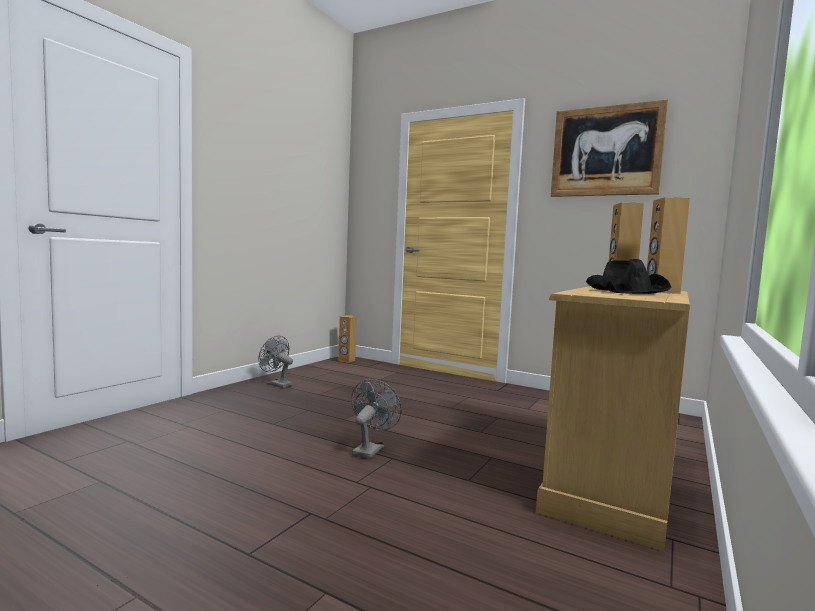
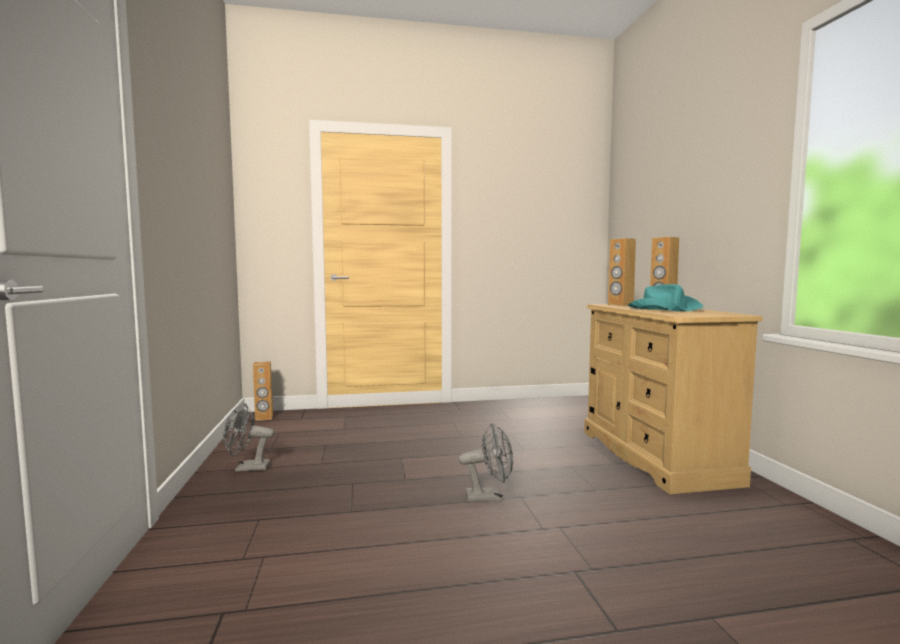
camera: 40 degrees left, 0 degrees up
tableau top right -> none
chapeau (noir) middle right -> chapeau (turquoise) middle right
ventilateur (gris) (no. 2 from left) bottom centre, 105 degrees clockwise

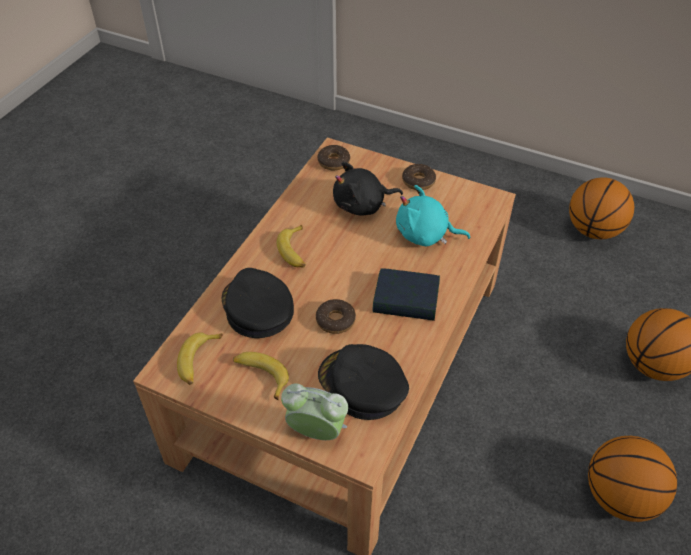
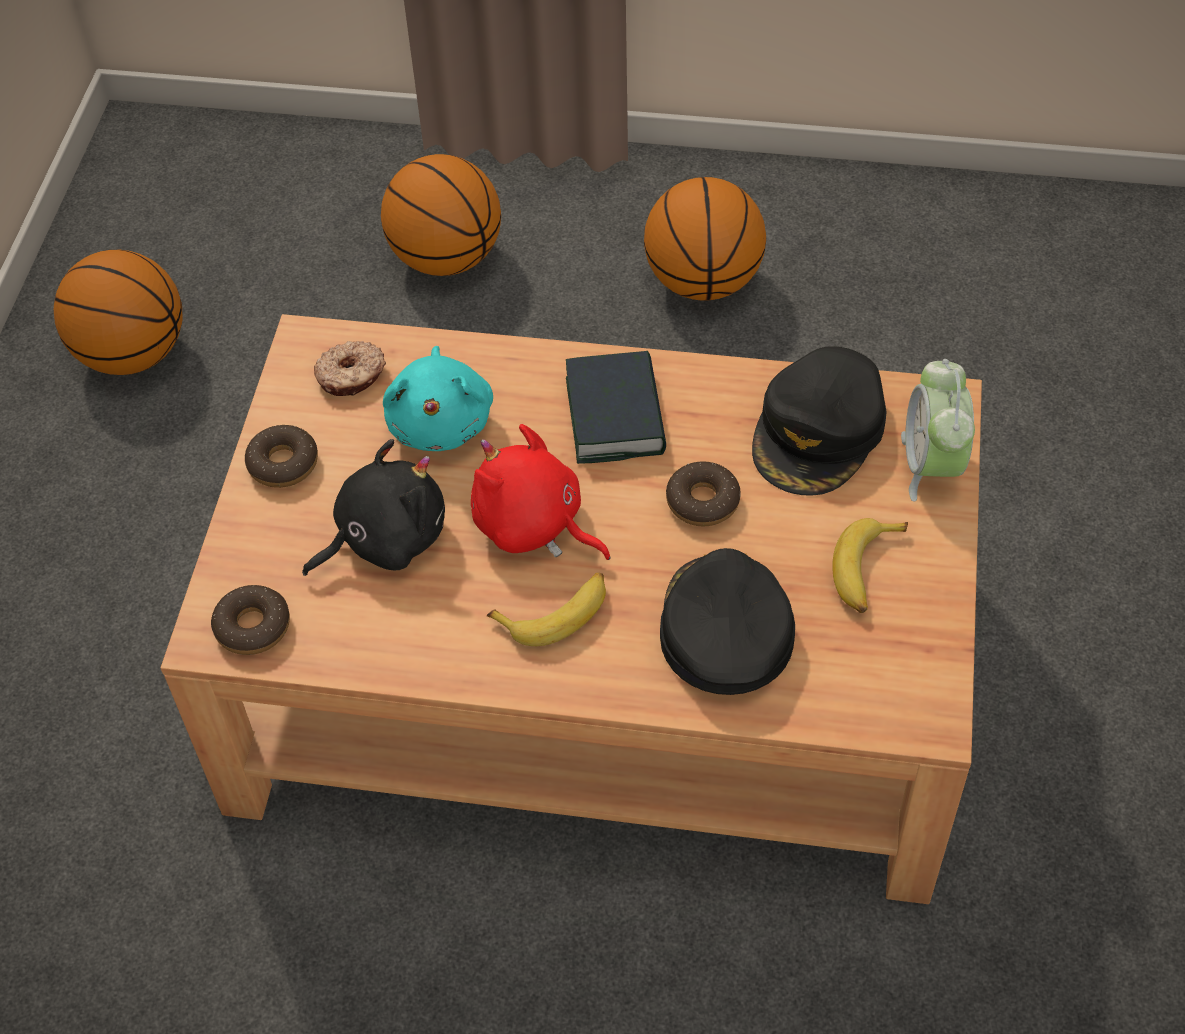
camera: 105 degrees left, 5 degrees up
banane (no. 1 from left) middle left -> none
none -> beignet (no. 3 from left) middle left
none -> peluche (rouge) centre
casquette (noir) (no. 1 from left) centre, 135 degrees clockwise
peluche (noir) centre -> peluche (noir) middle left, 90 degrees counterclockwise

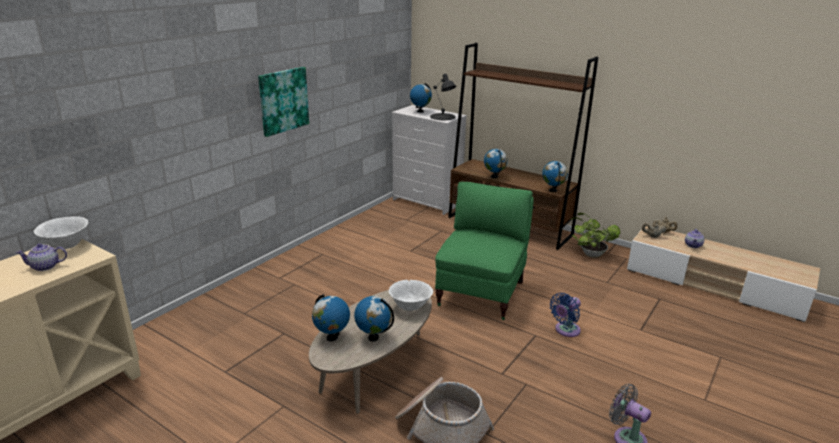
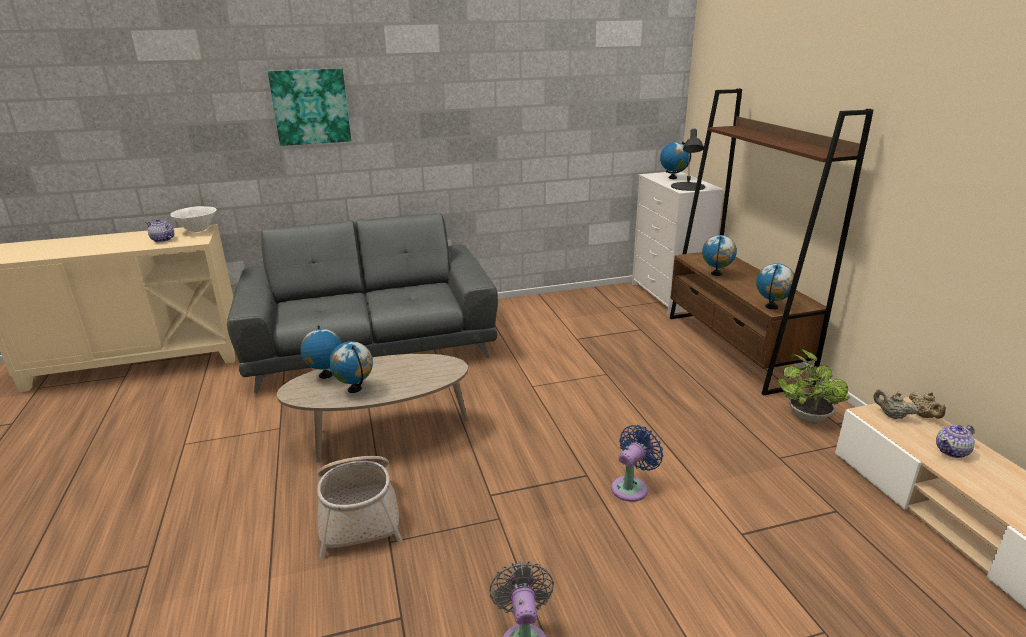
camera: 40 degrees right, 0 degrees up
bol (blanc) (no. 2 from left) centre -> none
fauteuil (vert) centre -> none
none -> canapé (gris) centre
tableau top centre -> tableau top left, relocated
ventilateur (bleu) bottom right -> ventilateur (bleu) bottom centre, 135 degrees clockwise

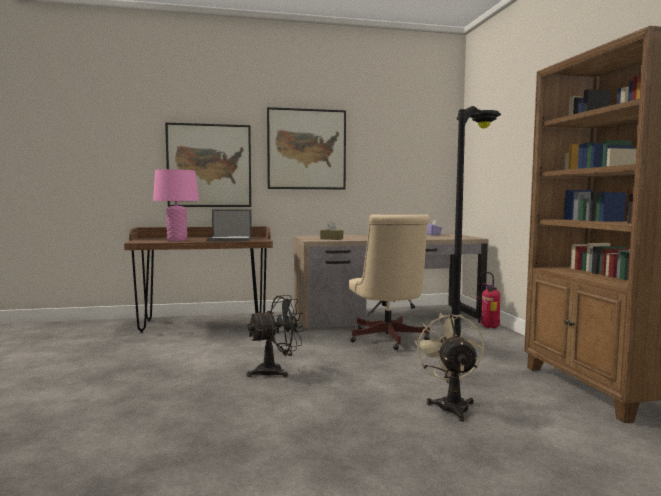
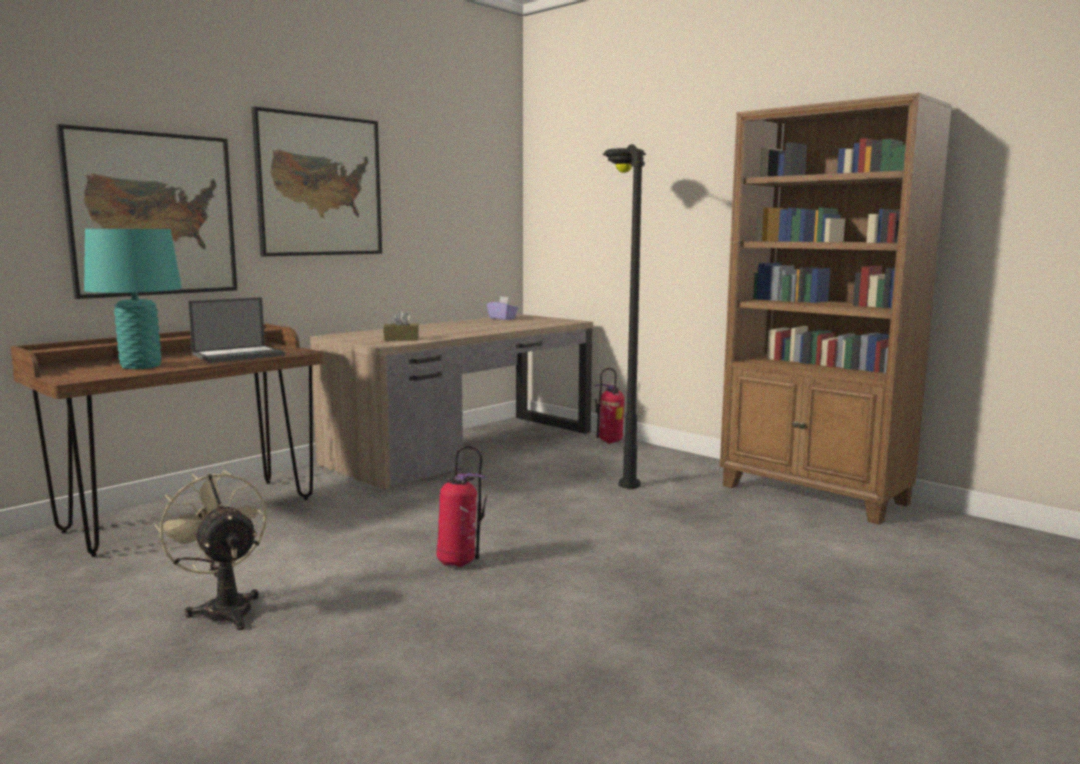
camera: 35 degrees left, 5 degrees up
chaise de bureau (beige) centre -> none
ventilateur (beige) bottom right -> ventilateur (beige) bottom left, relocated
ventilateur (noir) bottom centre -> extincteur (no. 1 from left) centre
lampe de table (rose) middle left -> lampe de table (turquoise) middle left

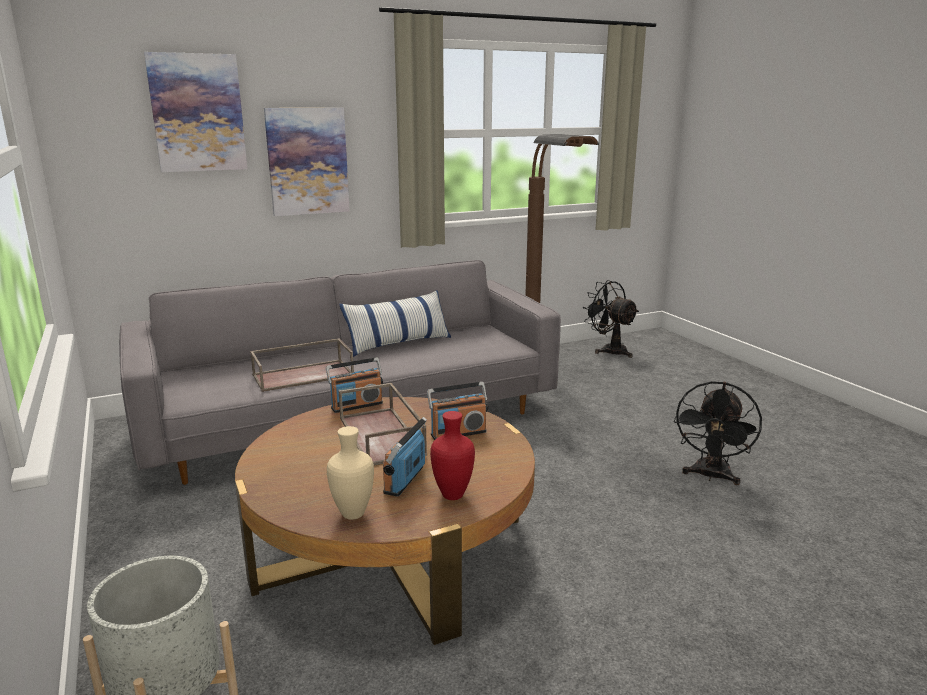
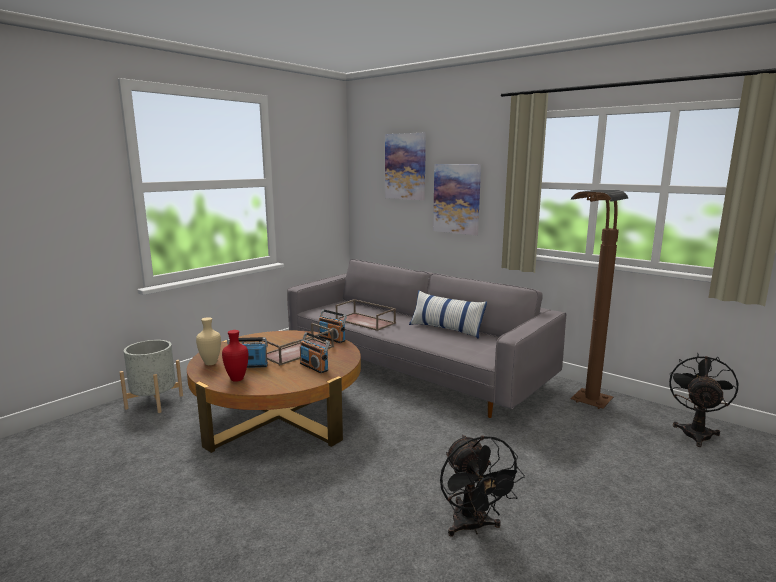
camera: 65 degrees right, 5 degrees down
ventilateur (noir) (no. 2 from left in the first image) middle right -> ventilateur (noir) (no. 1 from left) bottom centre, 105 degrees counterclockwise

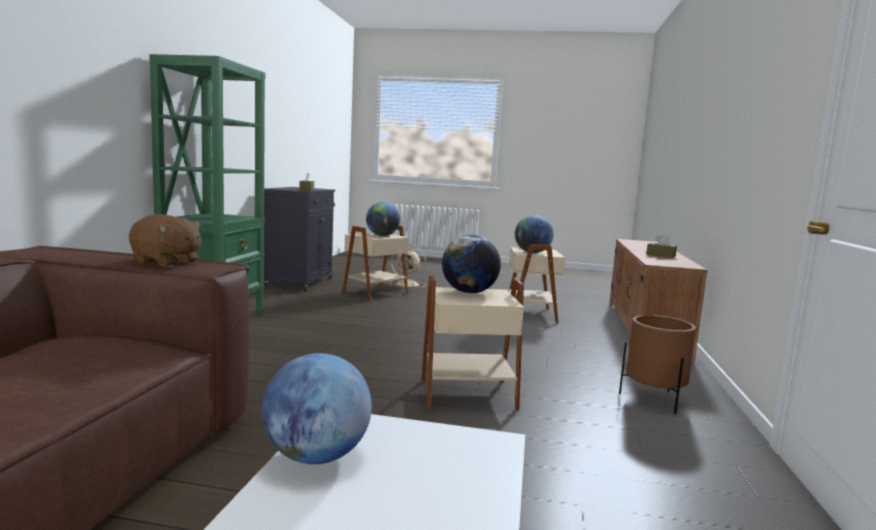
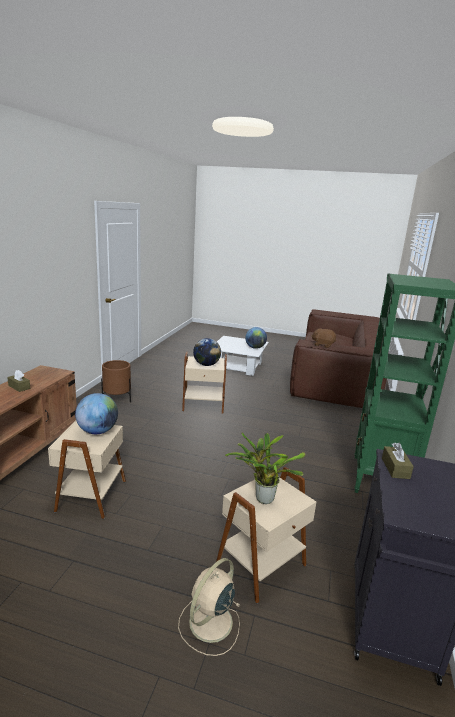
camera: 175 degrees left, 10 degrees up
globe (no. 2 from left) centre -> plante en pot centre
ventilateur (beige) centre -> ventilateur (beige) bottom centre, 75 degrees counterclockwise

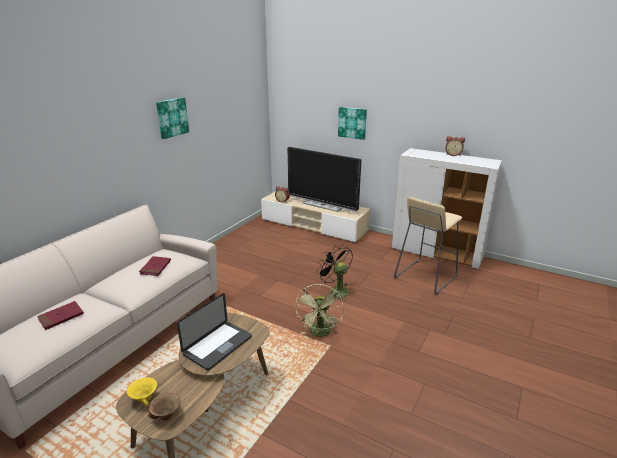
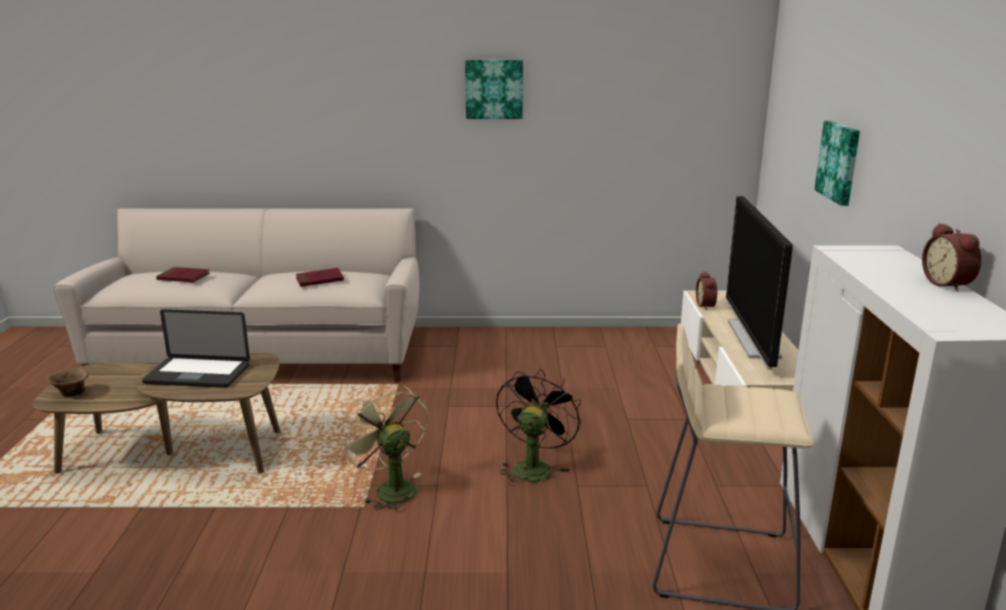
camera: 60 degrees right, 5 degrees down
bol (jaune) bottom left -> none
ventilateur (vert) bottom centre, 75 degrees clockwise

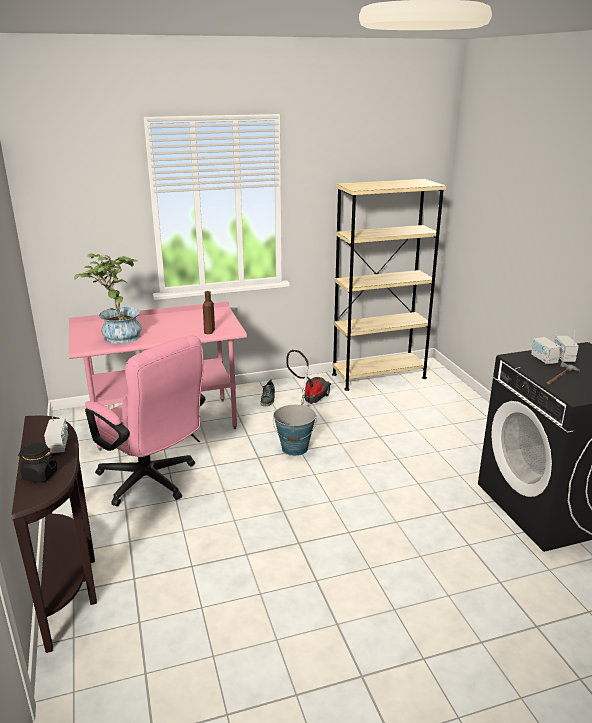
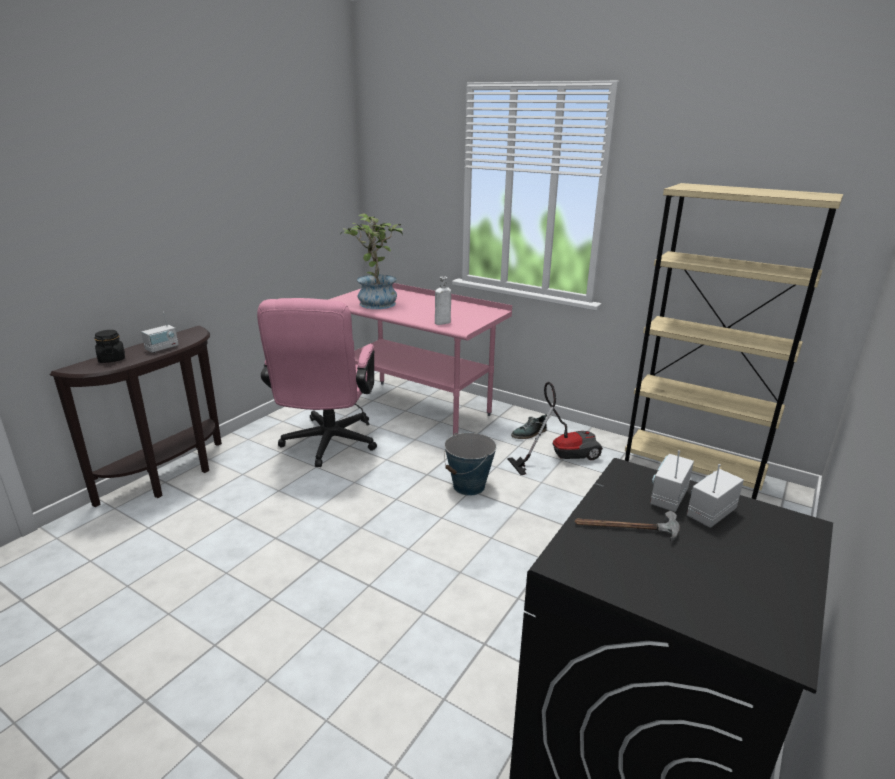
camera: 50 degrees right, 0 degrees up
bouteille (marron) centre -> bouteille (blanc) centre

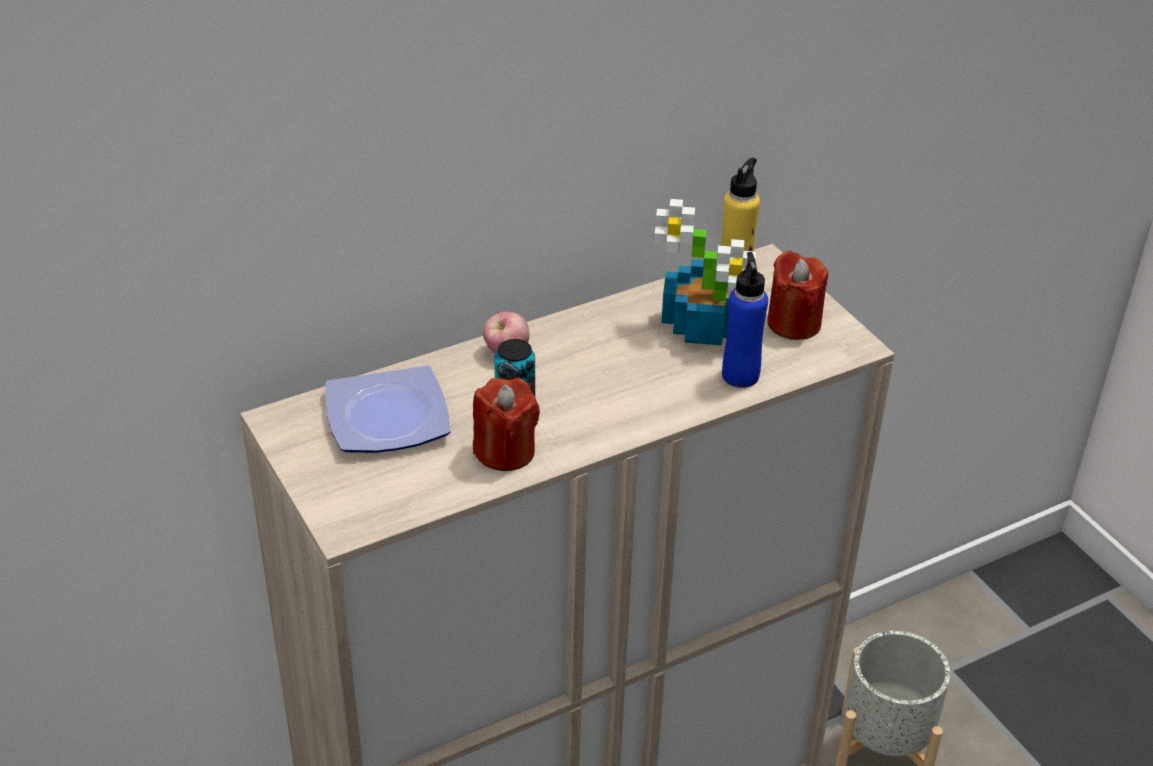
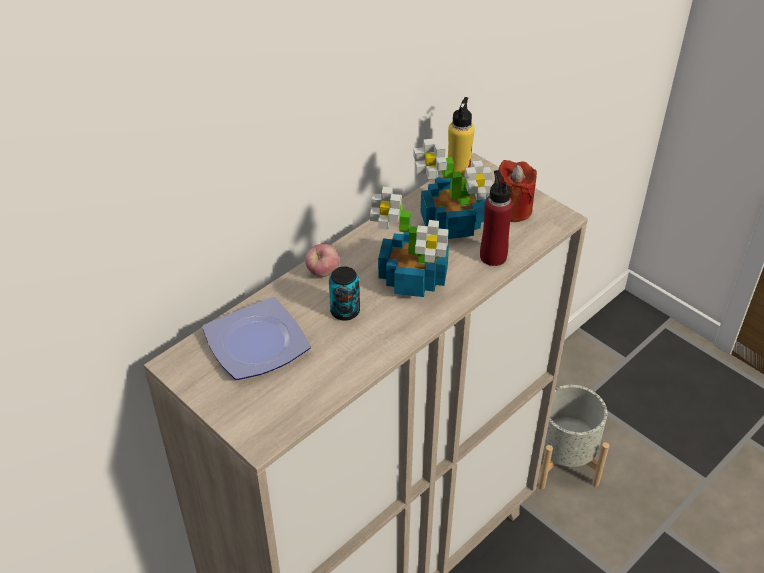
camera: 15 degrees left, 5 degrees up
bougie (rouge) (no. 1 from left) centre -> none
none -> plante en pot (no. 1 from left) centre
bouteille (bleu) centre -> bouteille (rouge) centre

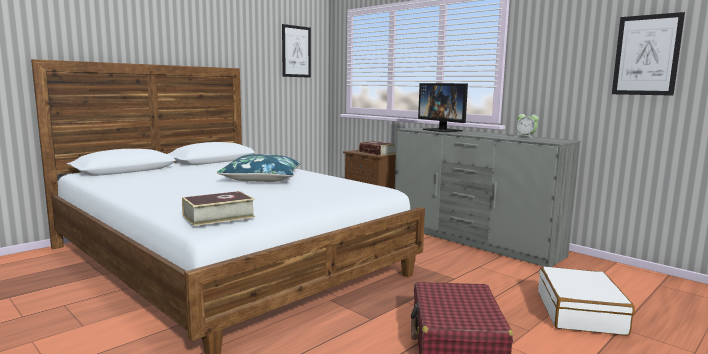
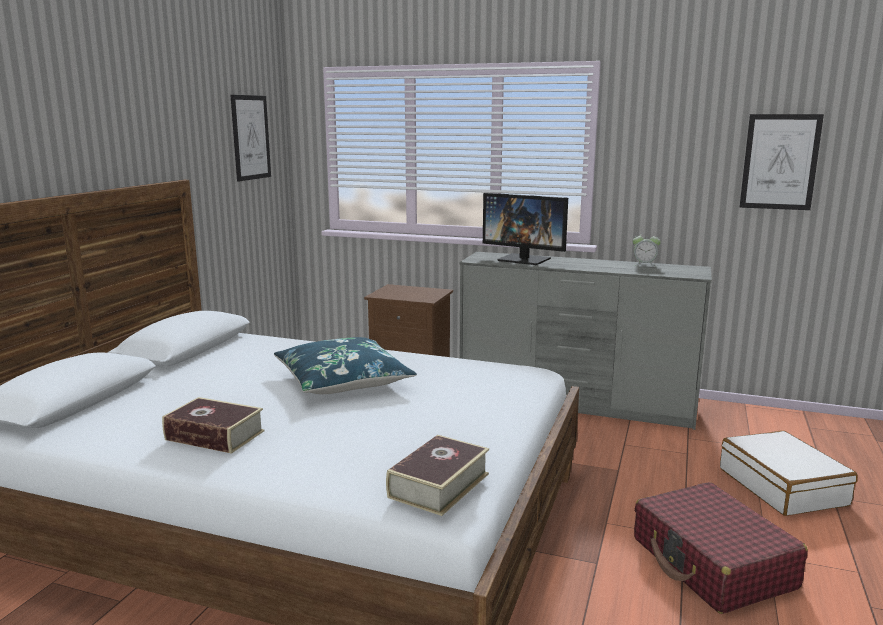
camera: 25 degrees left, 5 degrees up
livre (no. 2 from left in the first image) centre -> livre (no. 1 from left) bottom left, relocated

